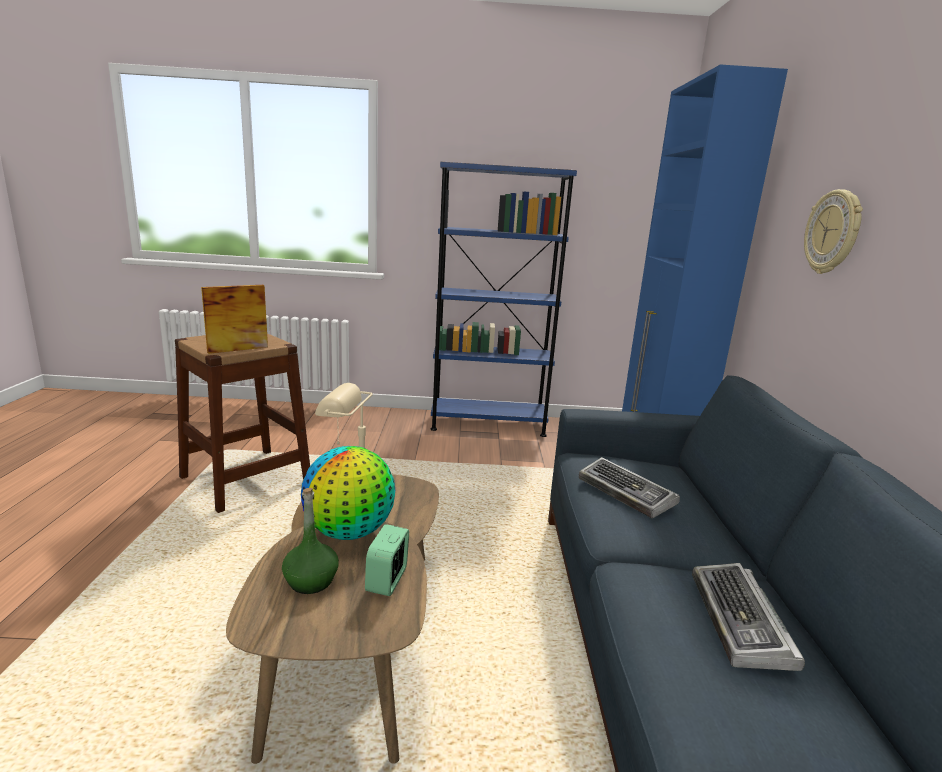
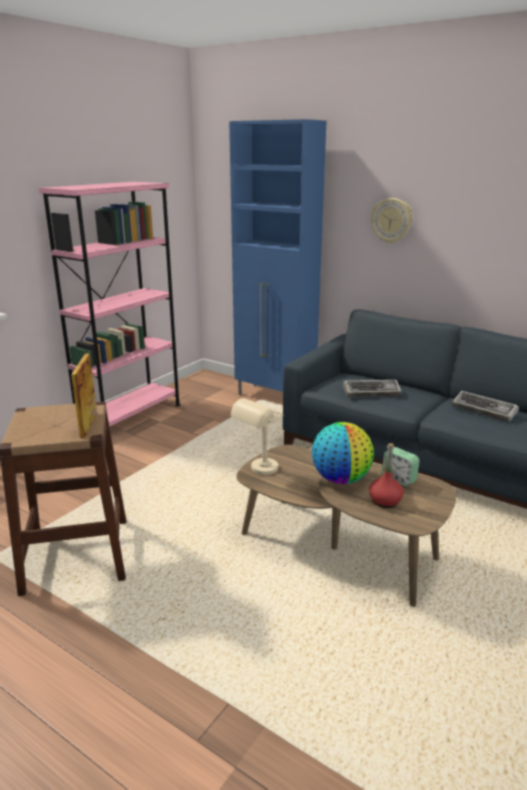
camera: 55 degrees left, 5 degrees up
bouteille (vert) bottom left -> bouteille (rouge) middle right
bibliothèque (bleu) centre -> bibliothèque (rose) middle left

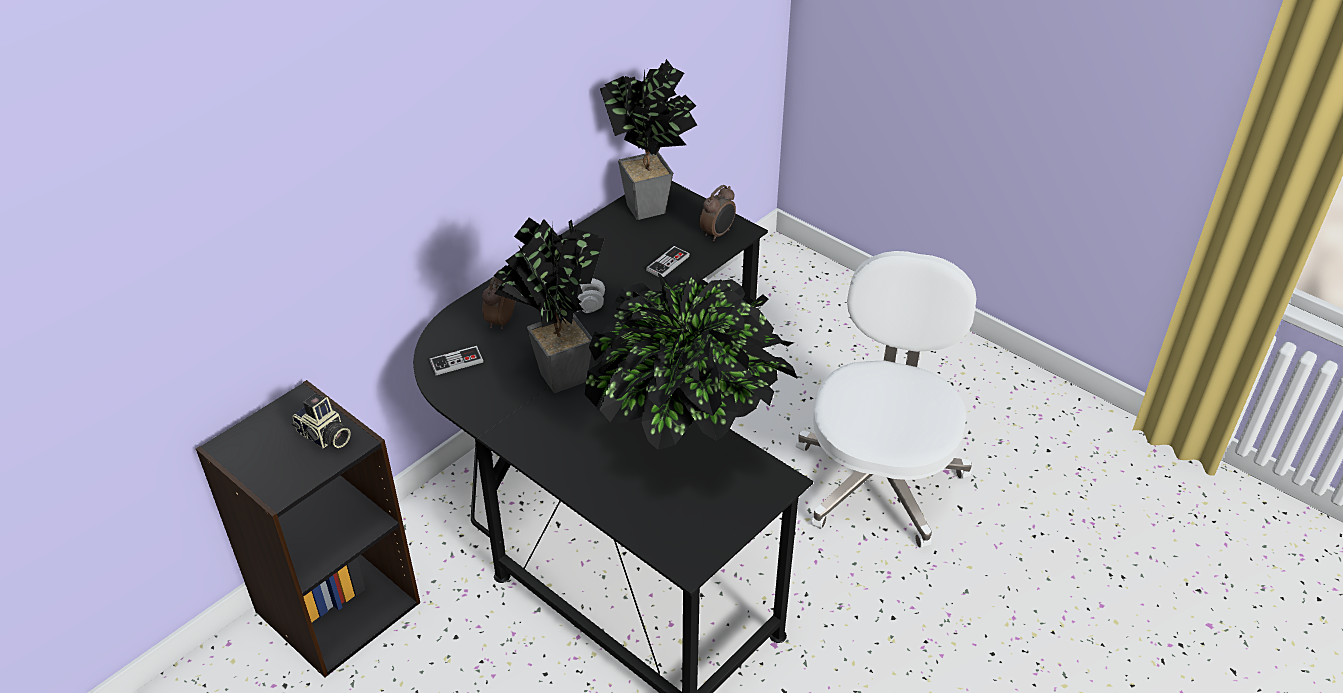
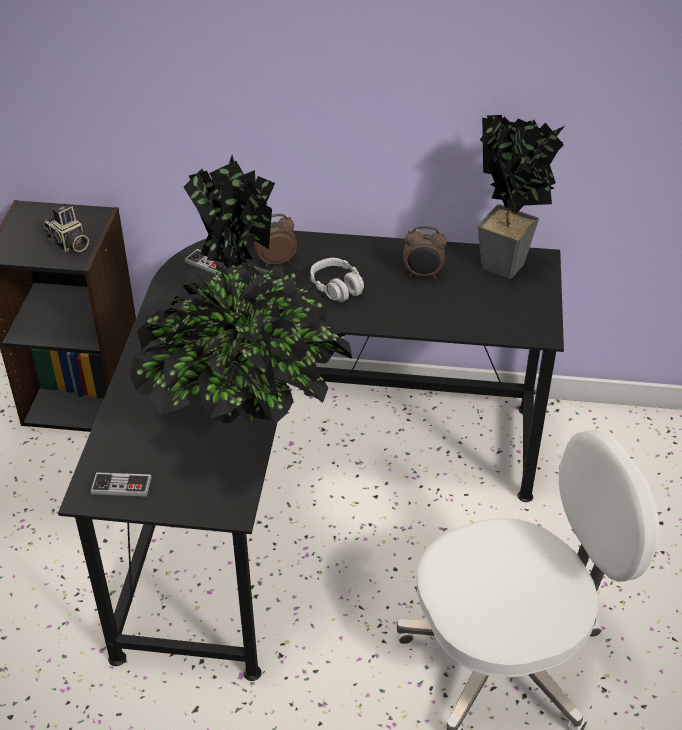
camera: 55 degrees right, 0 degrees up
manette (no. 2 from left in the first image) centre -> manette (no. 1 from left) middle left, relocated
réveil (no. 2 from left) top centre -> réveil (no. 2 from left) centre, relocated
appareil photo middle left -> appareil photo top left, 45 degrees counterclockwise

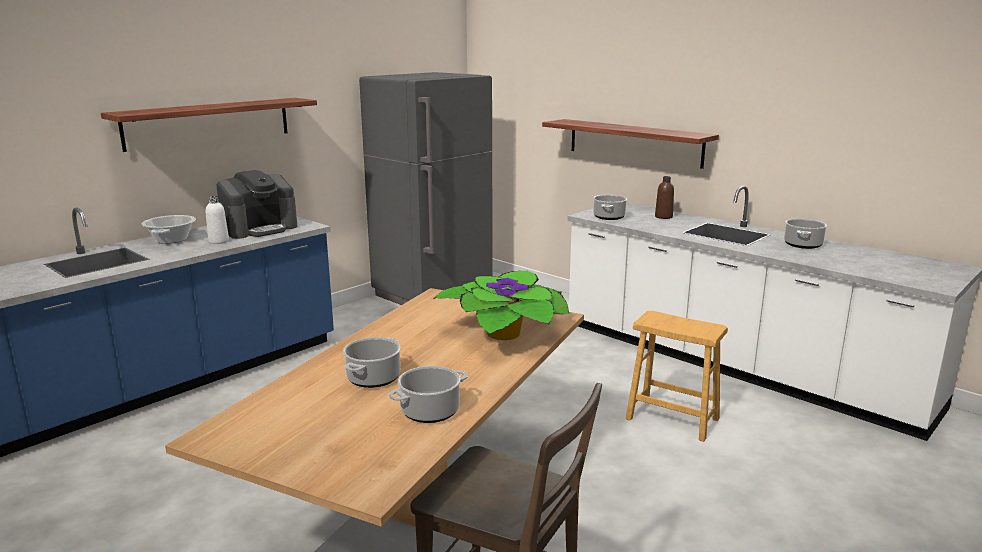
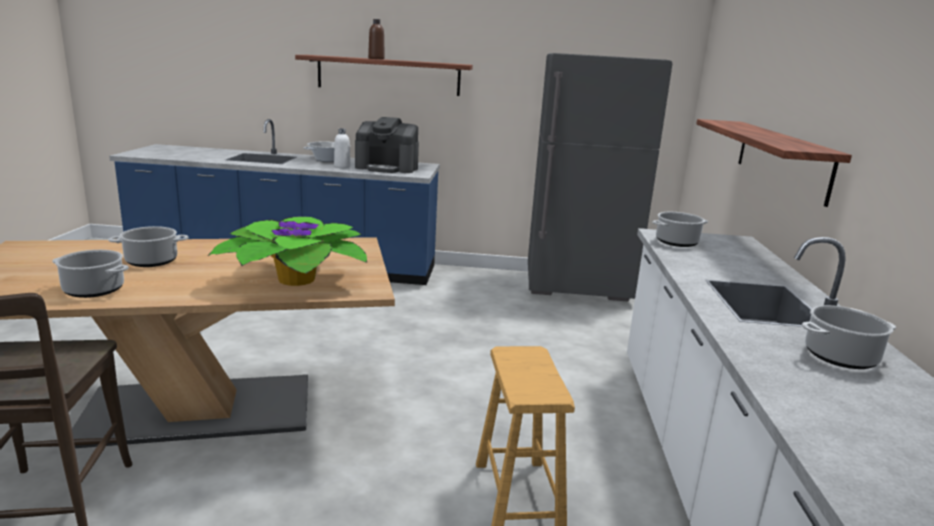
camera: 50 degrees right, 0 degrees up
bouteille (marron) middle right -> bouteille (marron) top centre, relocated

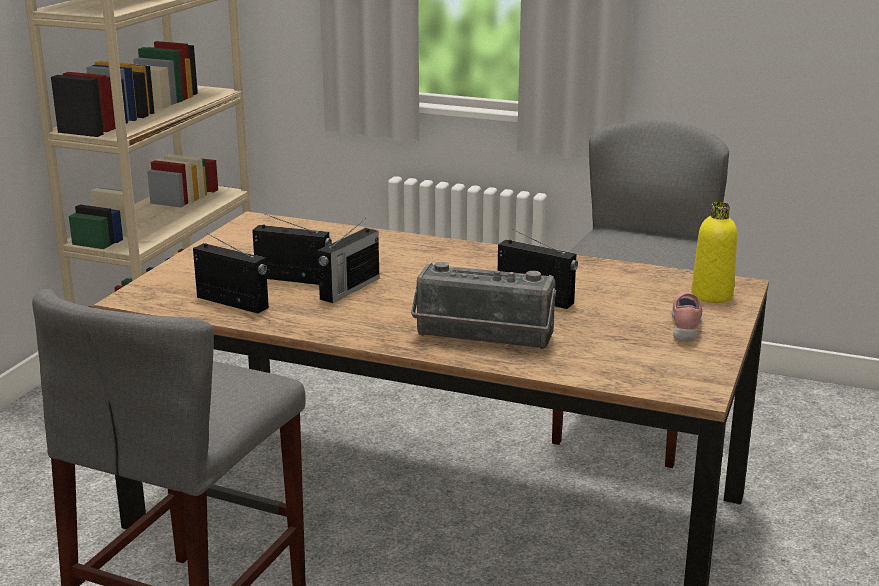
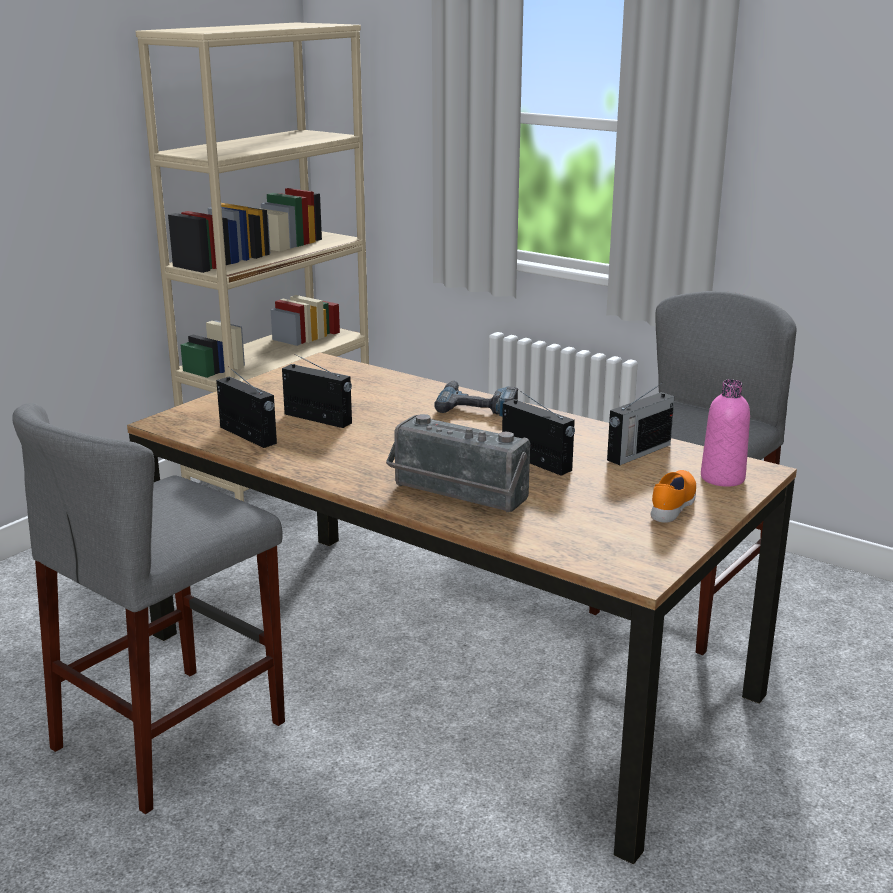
camera: 15 degrees right, 0 degrees up
none -> perceuse centre
radio (no. 3 from left in the first image) centre -> radio (no. 5 from left) middle right, relocated
chaussure (rose) middle right -> chaussure (orange) middle right
bouteille (jaune) middle right -> bouteille (rose) middle right

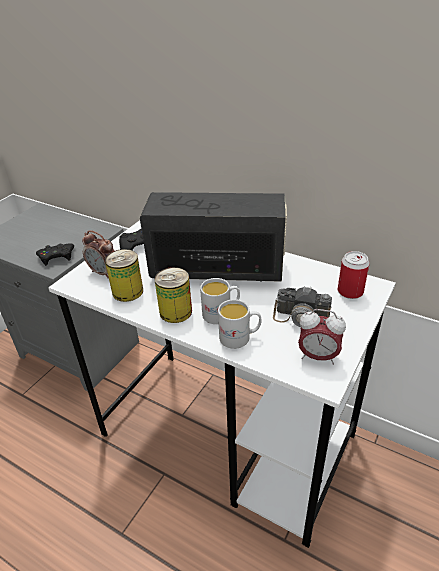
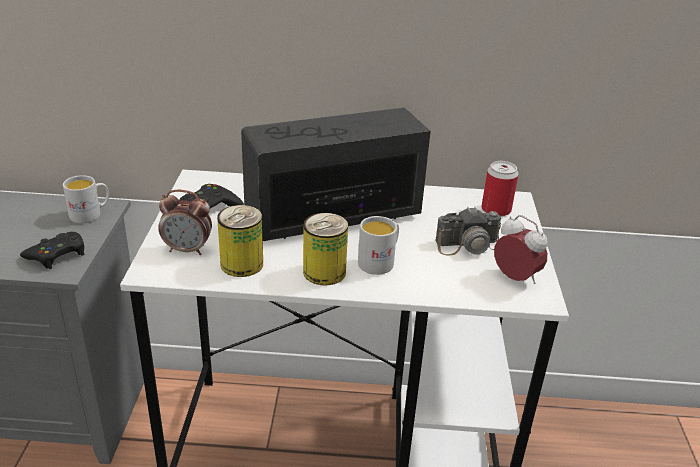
camera: 30 degrees left, 5 degrees down
mug (blanc) (no. 2 from left in the first image) centre -> mug (blanc) (no. 1 from left) middle left, relocated
réveil (no. 2 from left) middle right, 120 degrees counterclockwise

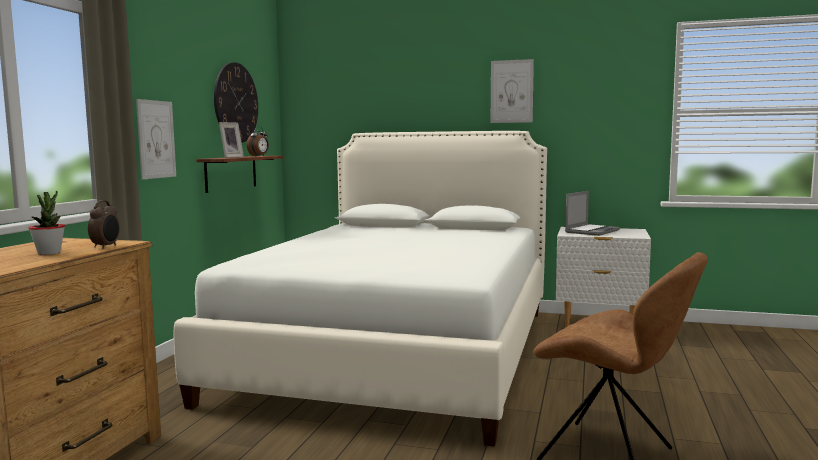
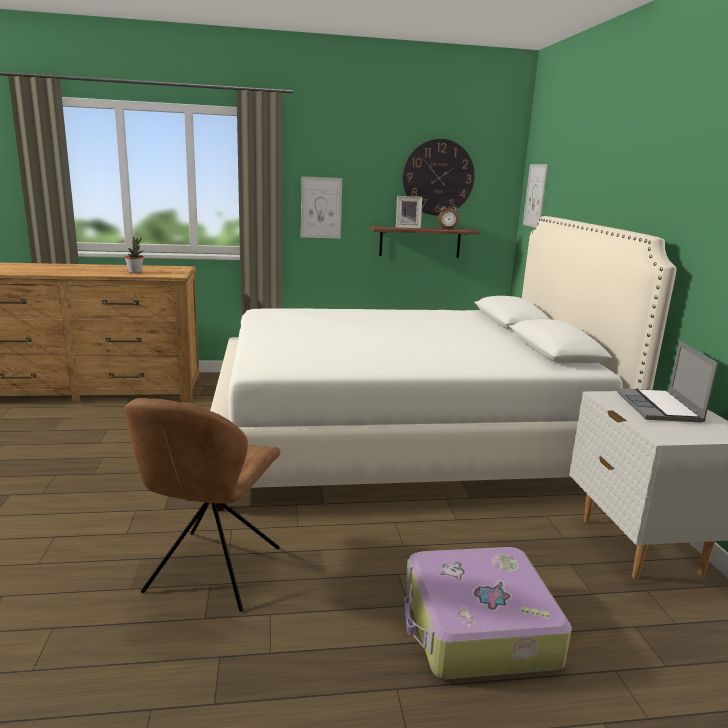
camera: 65 degrees right, 10 degrees up
réveil (no. 1 from left) middle left -> none
none -> valise bottom right
tableau (no. 2 from left) top centre -> tableau (no. 2 from left) top right, relocated
ordinateur portable middle right, 75 degrees clockwise

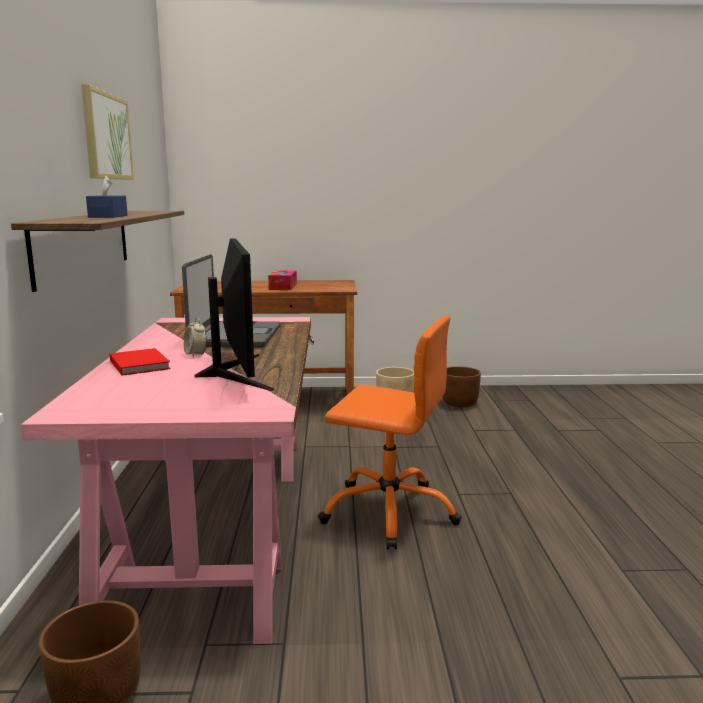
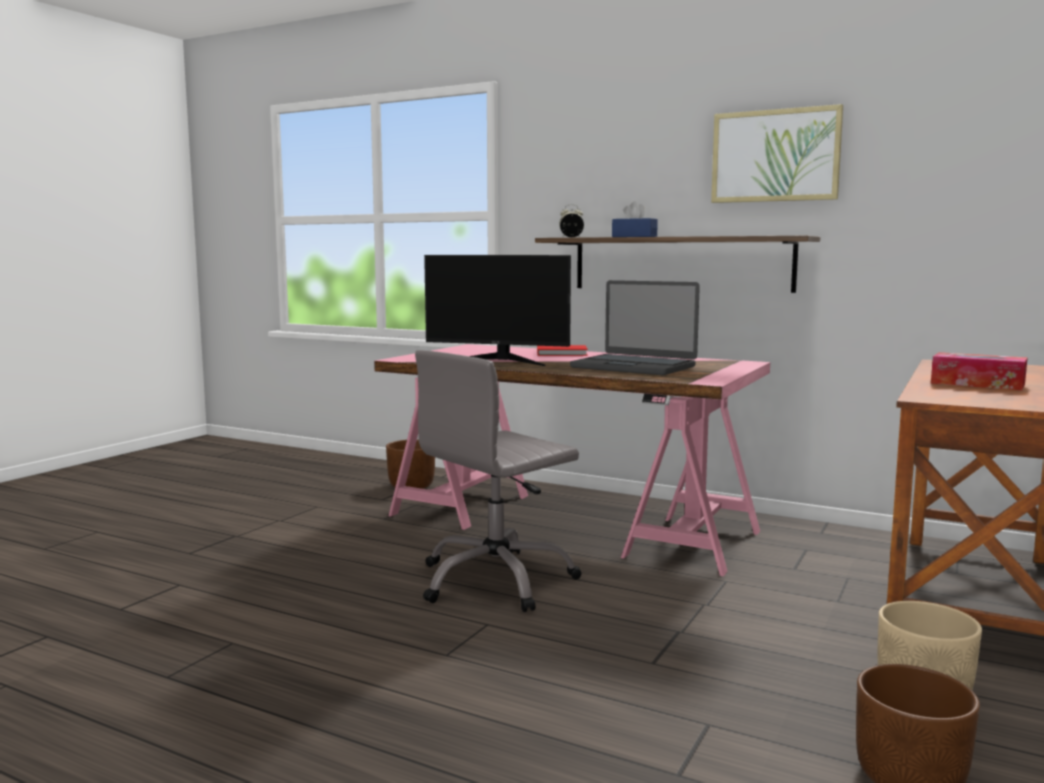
camera: 120 degrees right, 5 degrees down
réveil middle left -> réveil top centre, relocated
chaise de bureau (orange) centre -> chaise de bureau (gris) centre

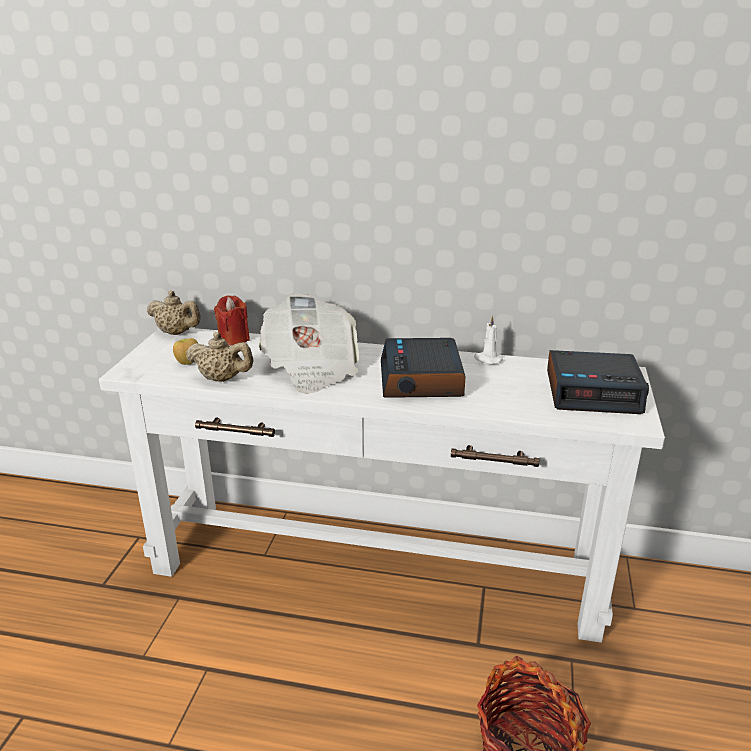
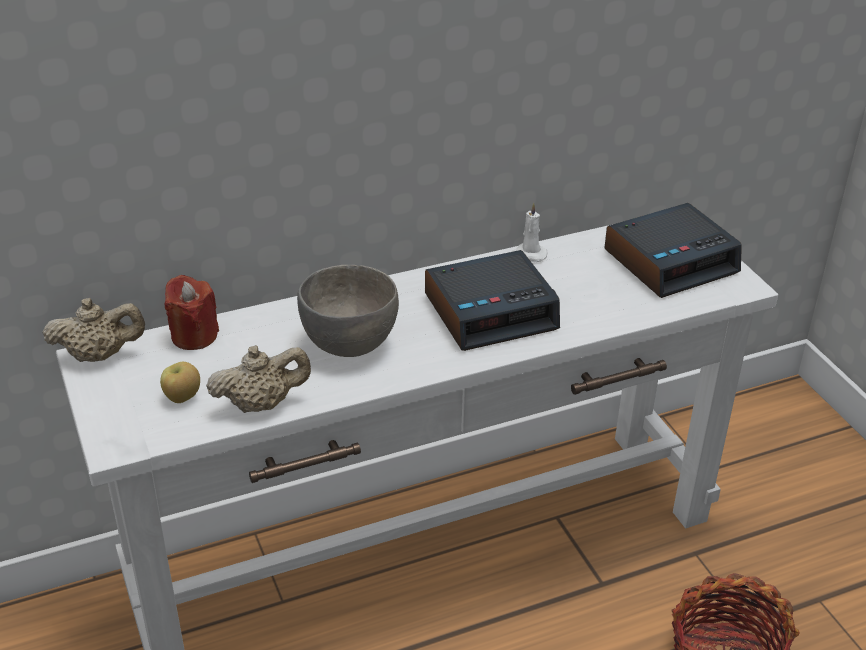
camera: 35 degrees left, 10 degrees up
journal centre -> bol (gris) centre
réveil (no. 1 from left) centre, 75 degrees counterclockwise

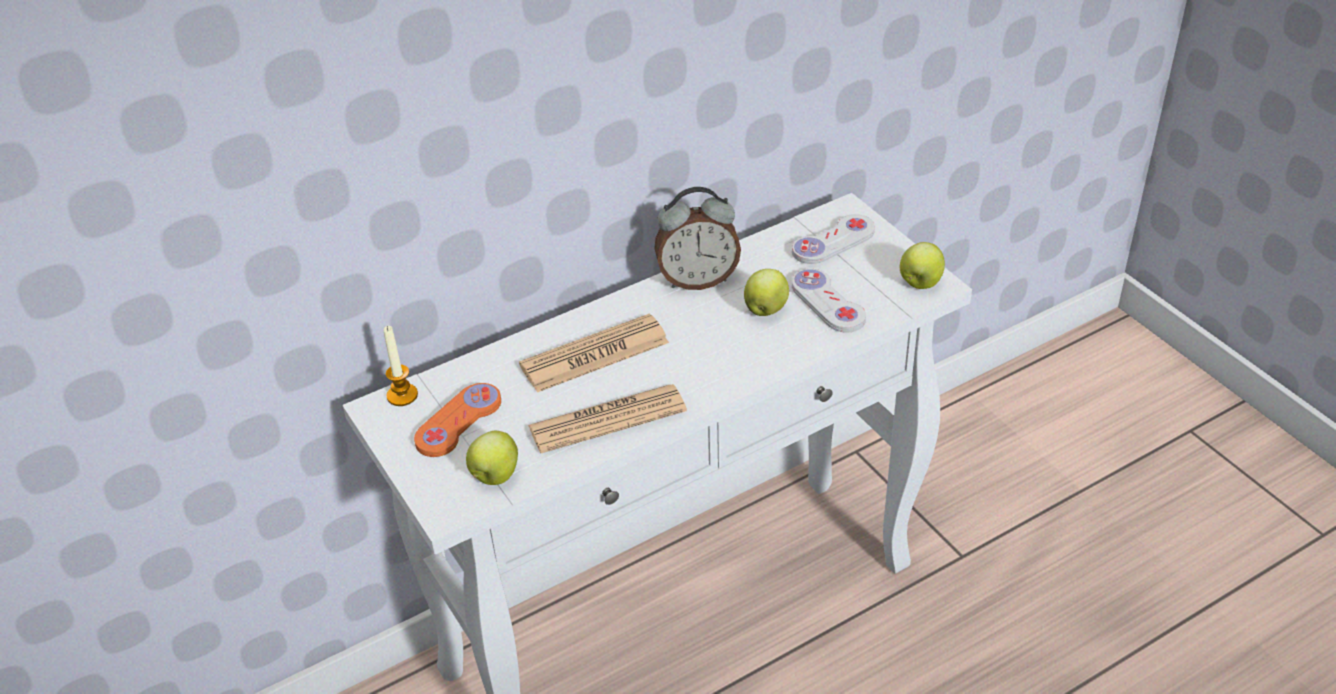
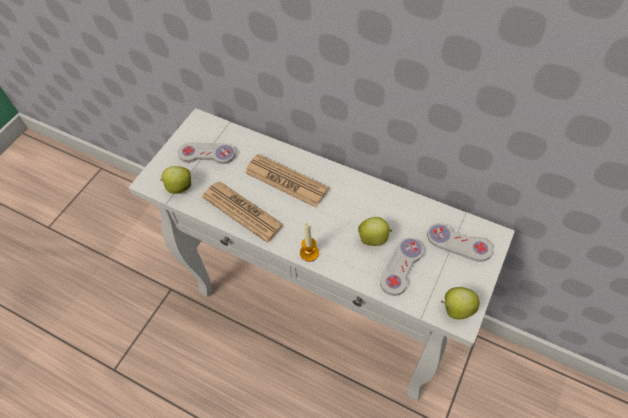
camera: 60 degrees right, 15 degrees up
réveil centre -> none
bougie middle left -> bougie centre, relocated
manette (orange) centre -> manette (blanc) (no. 1 from left) middle left

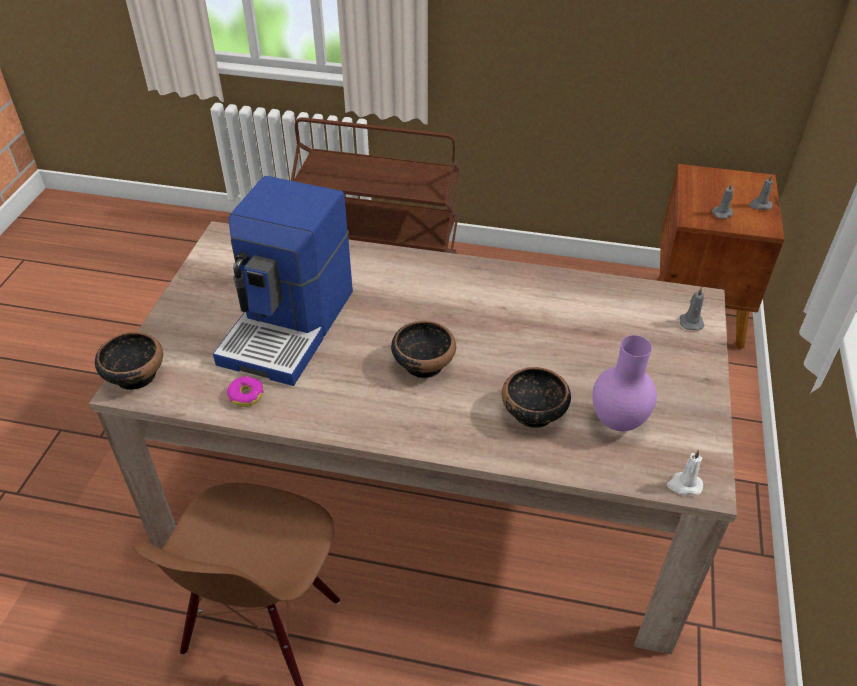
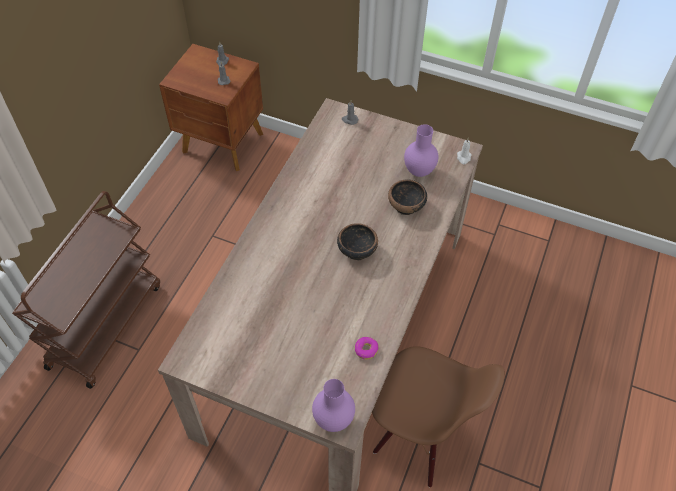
camera: 80 degrees left, 10 degrees up
machine à café middle left -> none
bol (no. 1 from left) middle left -> vase (violet) (no. 1 from left) bottom centre

